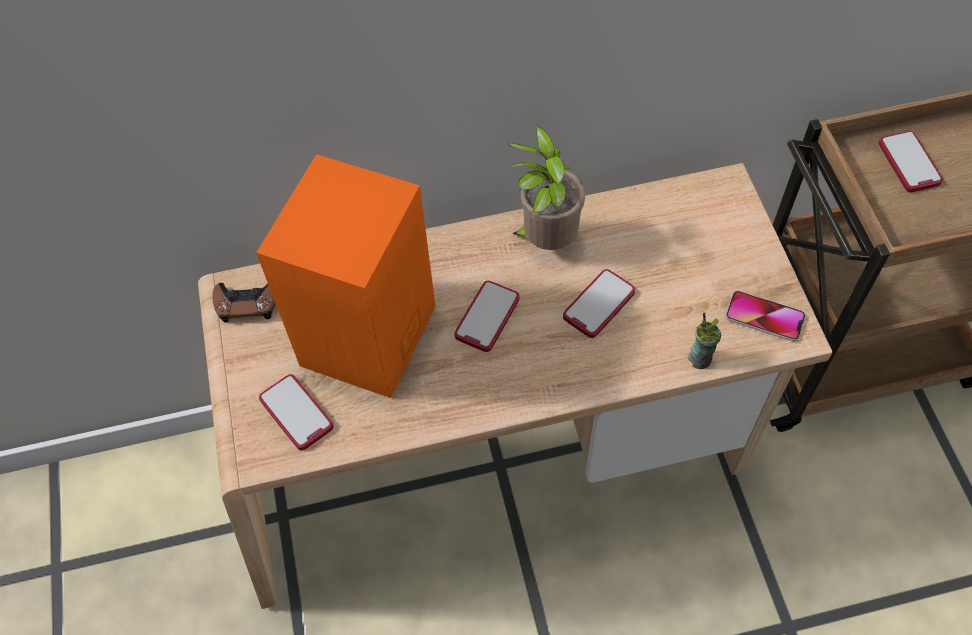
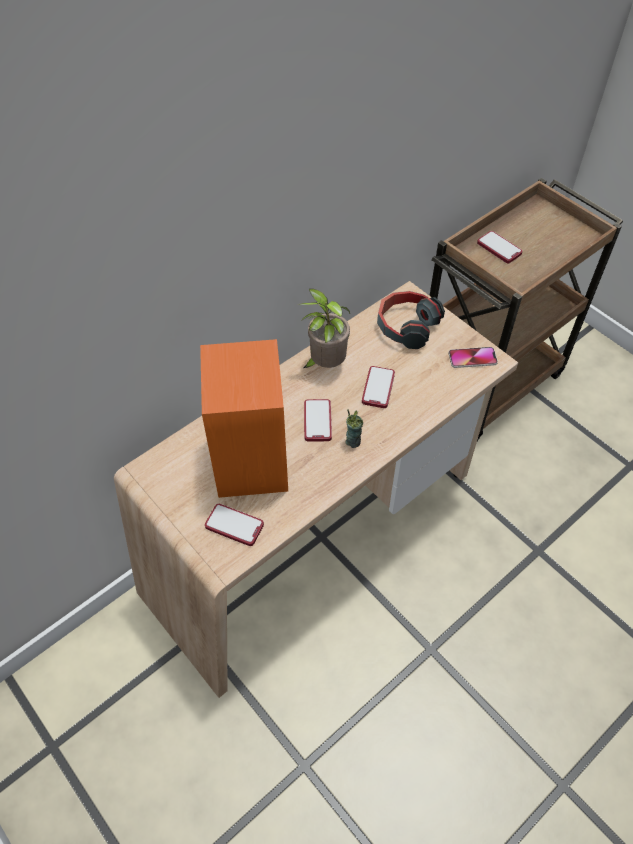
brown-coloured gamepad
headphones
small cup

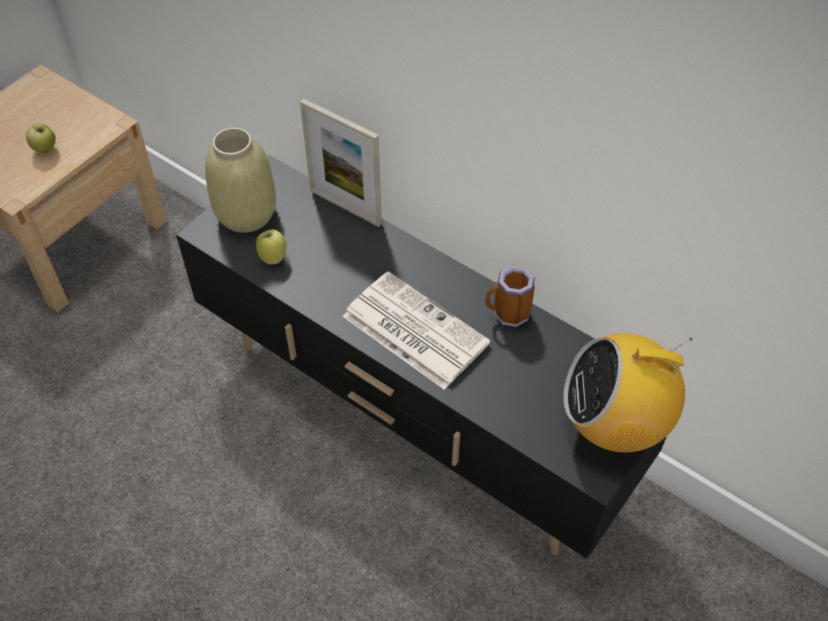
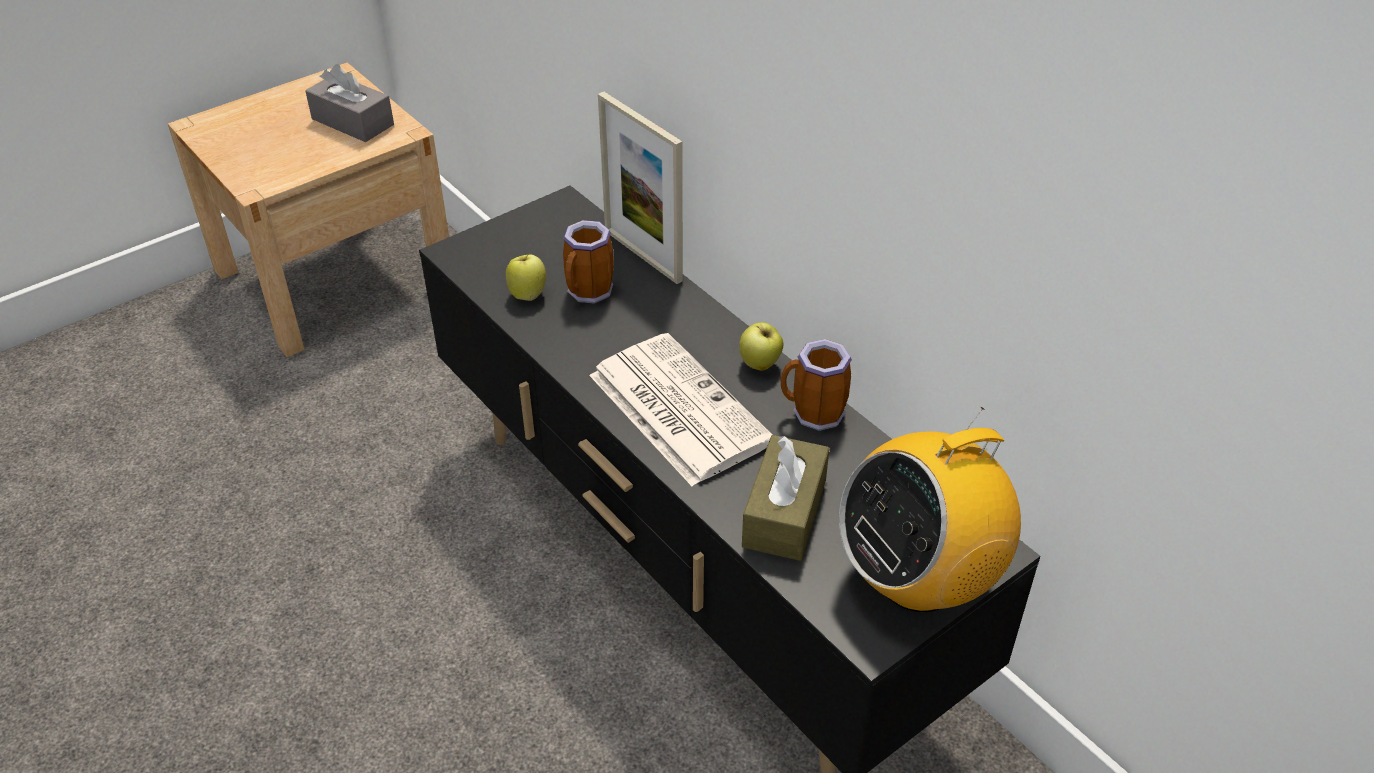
beige flower vase
gray tissue box
coffee mug (no. 1 from left)
brown-coloured tissue box
apple fruit (no. 2 from left)
radio set

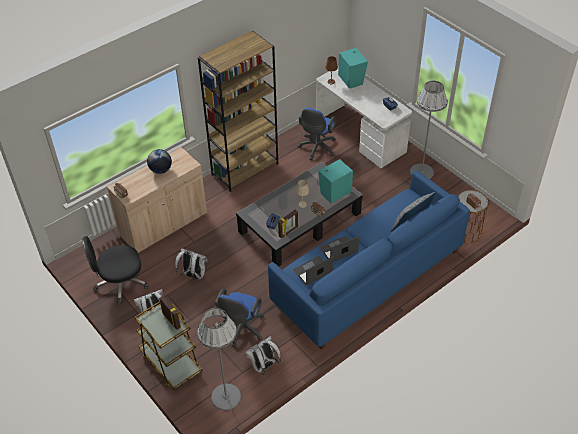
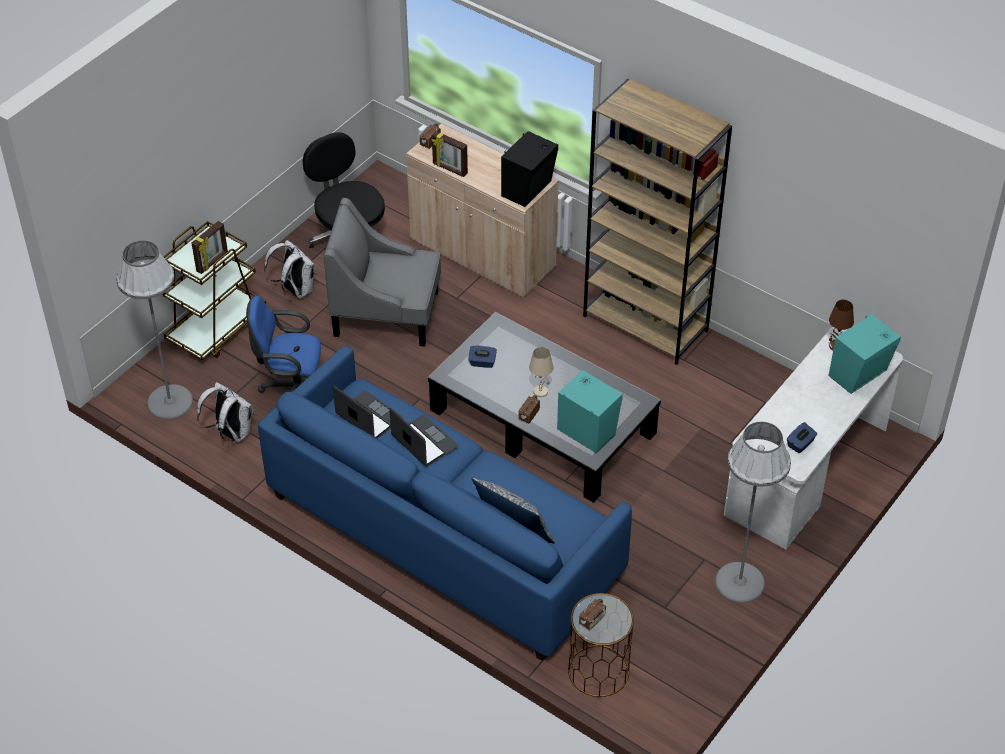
globe
bluish office chair (no. 2 from left in the first image)
blackish speaker
standing frame (no. 2 from left)
gray armchair

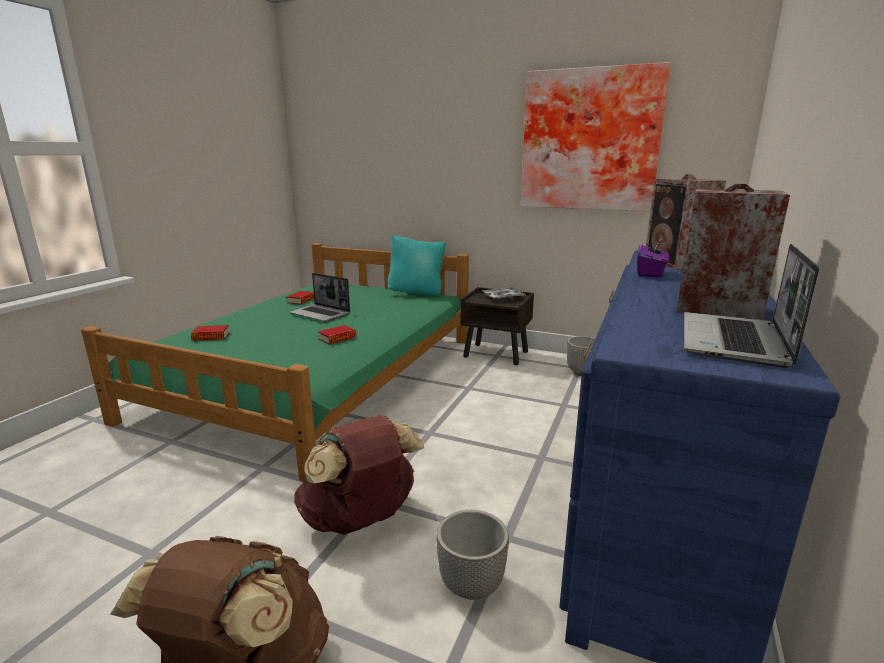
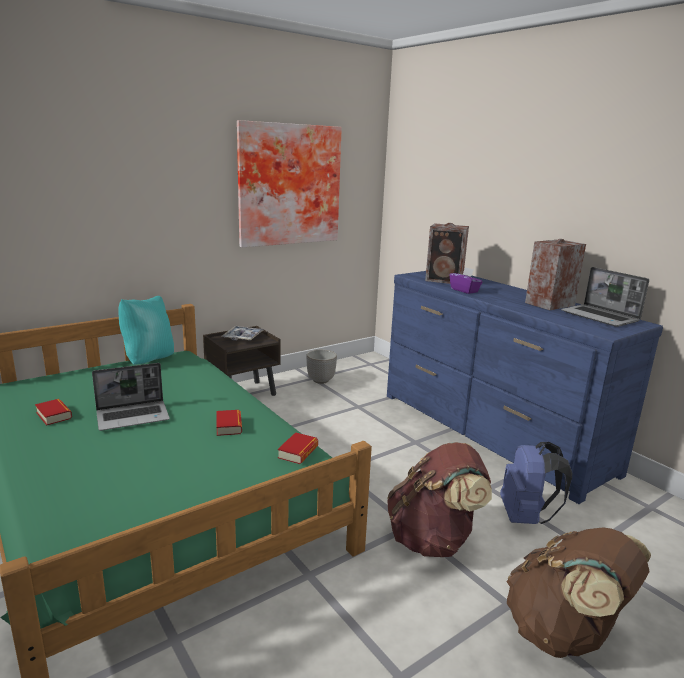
book (no. 3 from left)
bluish rucksack

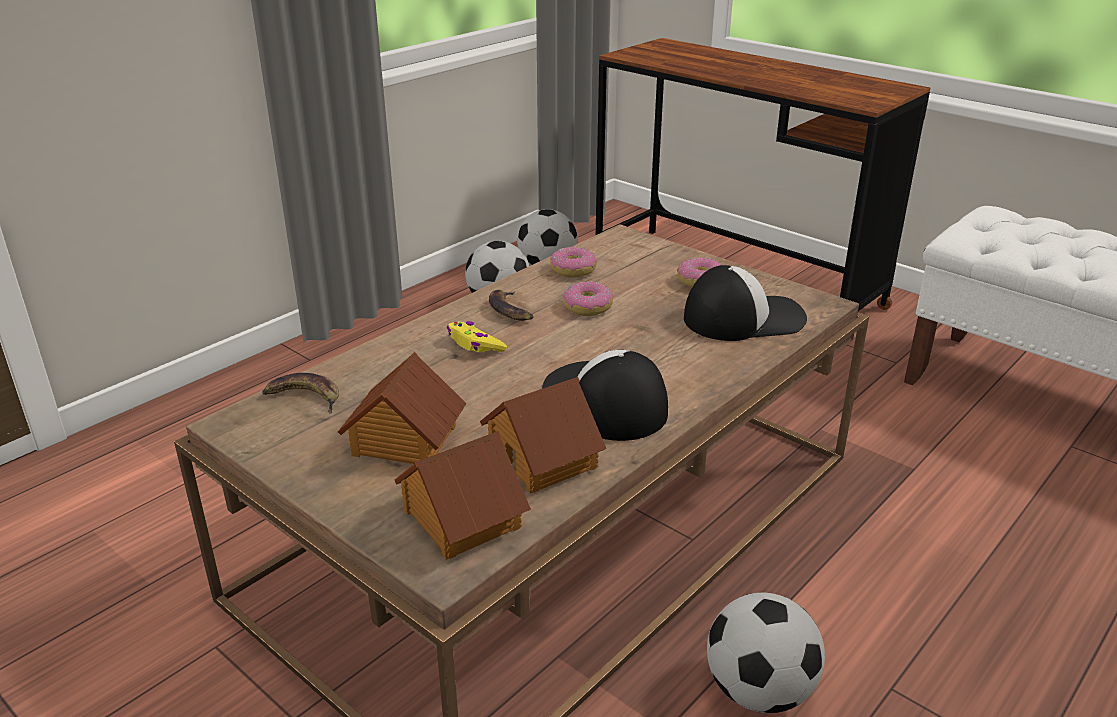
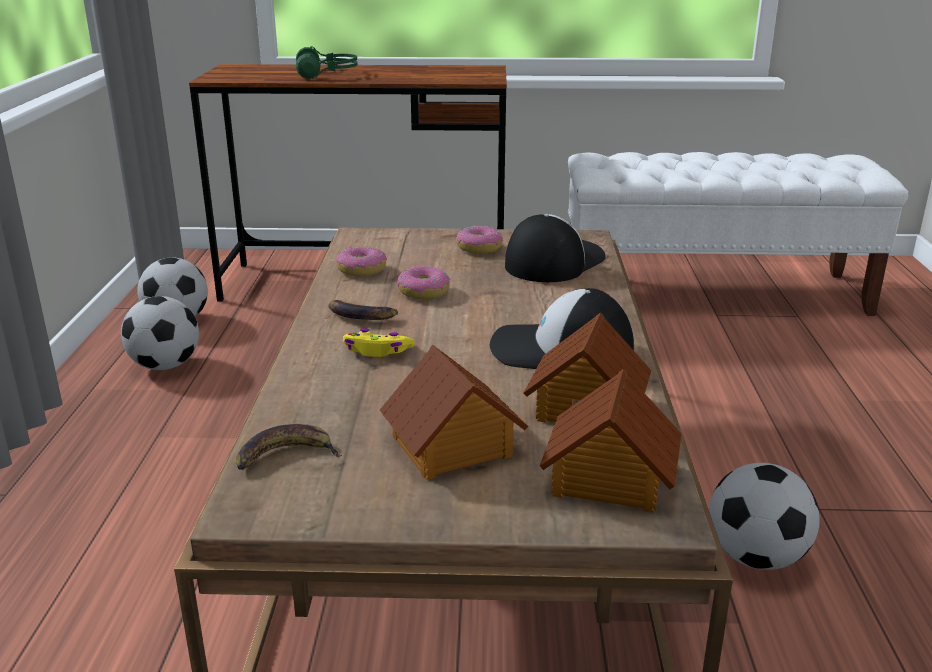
green headphones

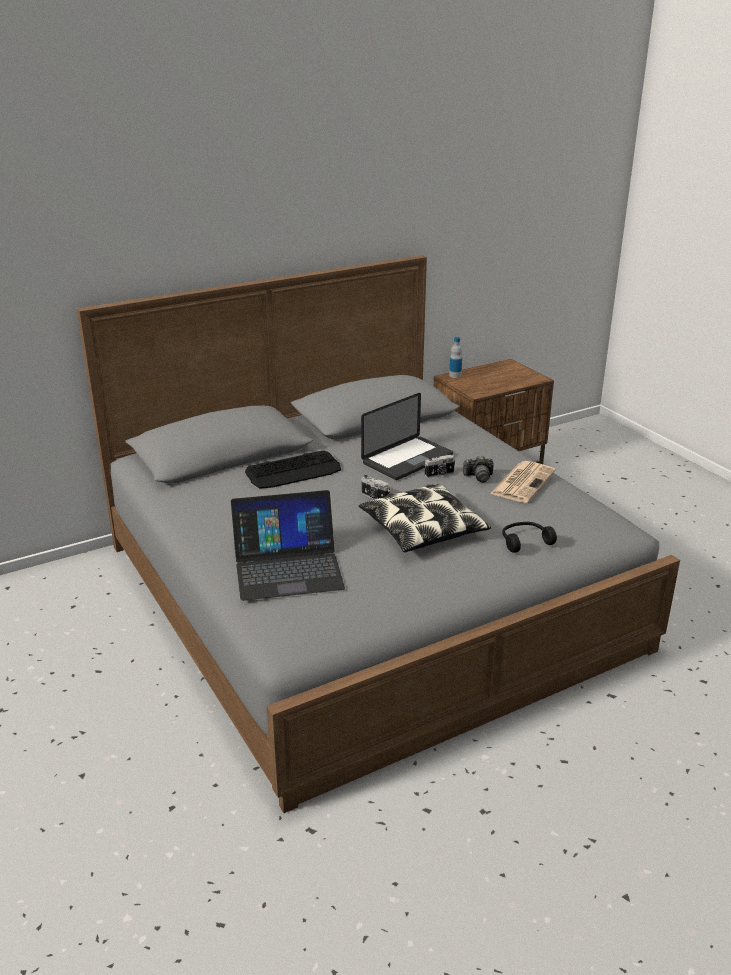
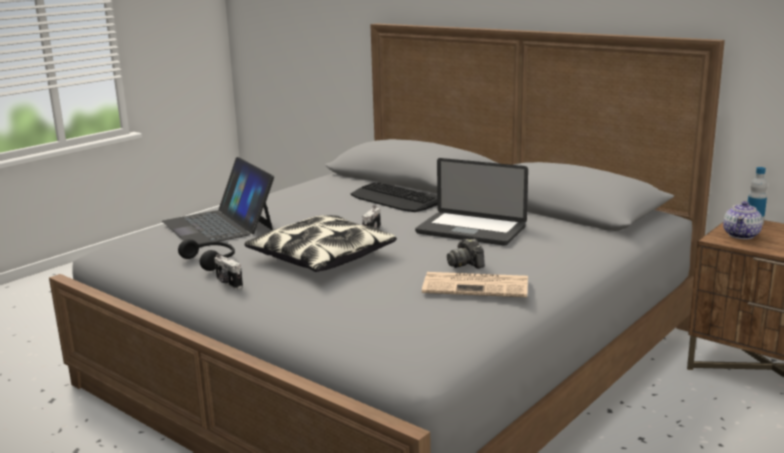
teapot
still camera (no. 1 from left)
blackish headphones

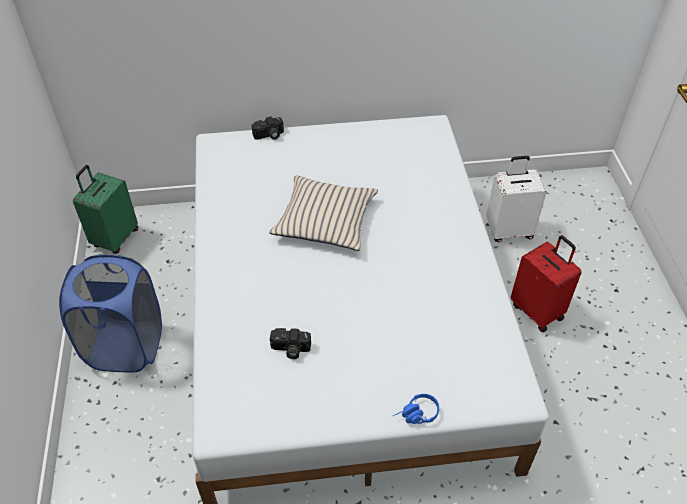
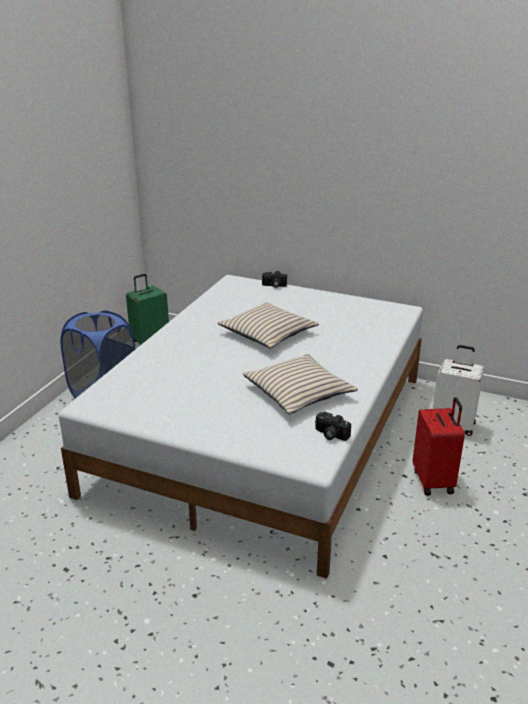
bluish headphones
beige throw pillow (no. 2 from left)
still camera (no. 2 from left)

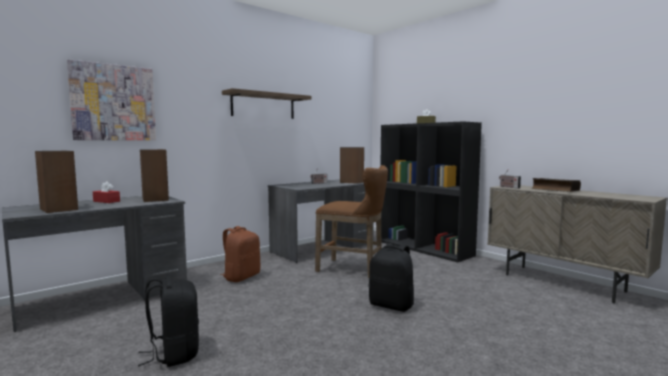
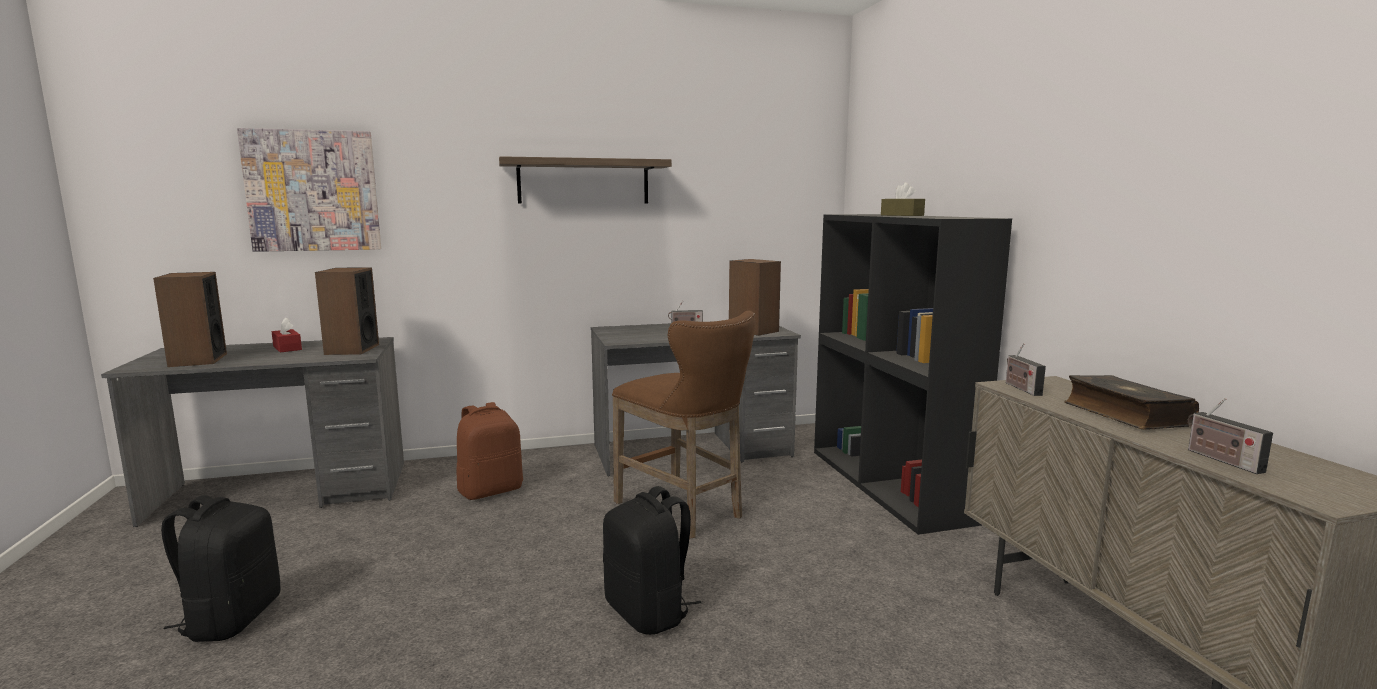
radio set (no. 3 from left)

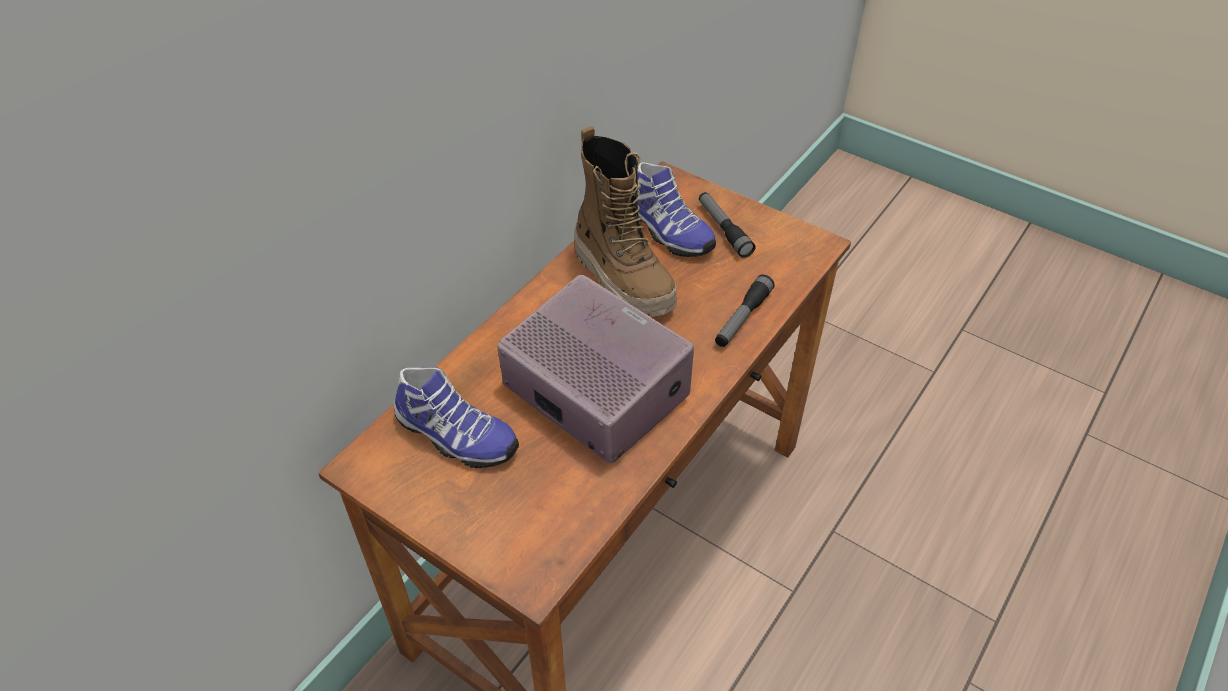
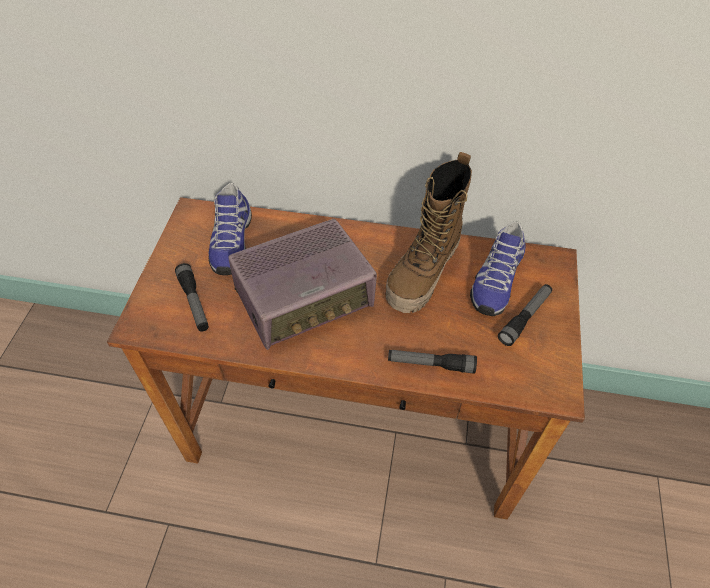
flashlight (no. 1 from left)
radio set

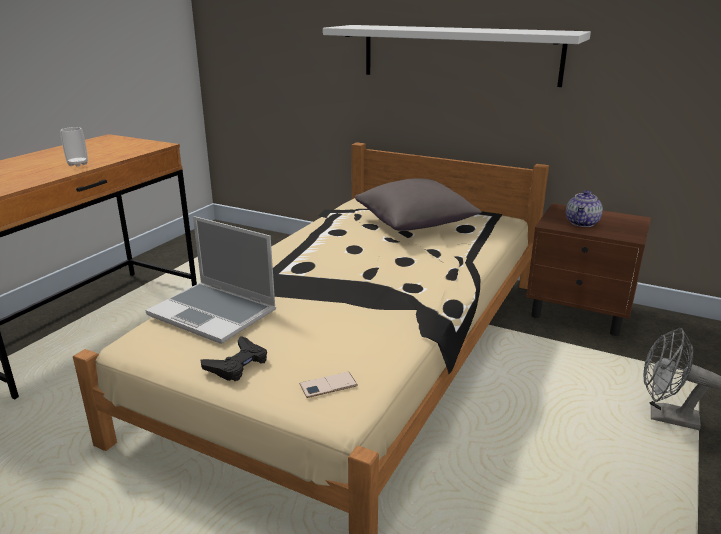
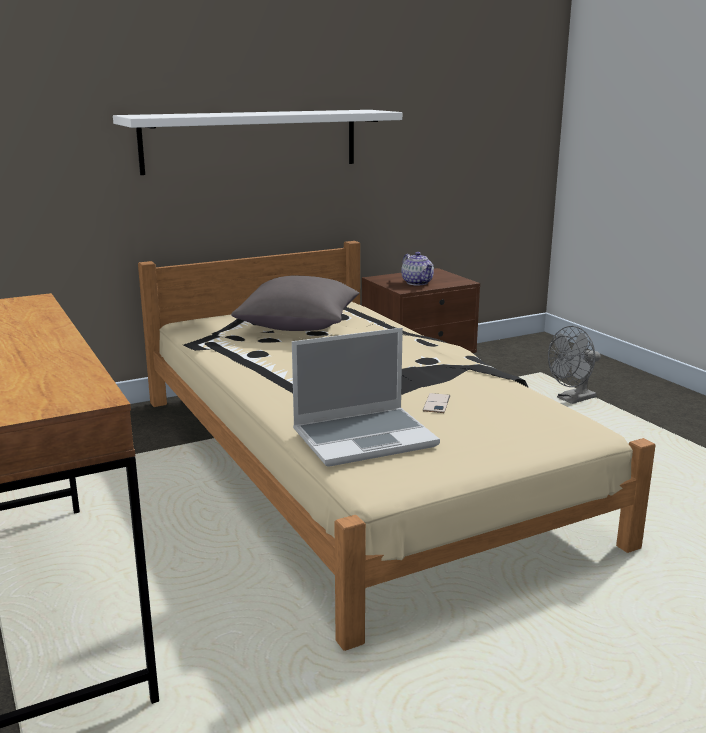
small cup
blackish gamepad
telephone

